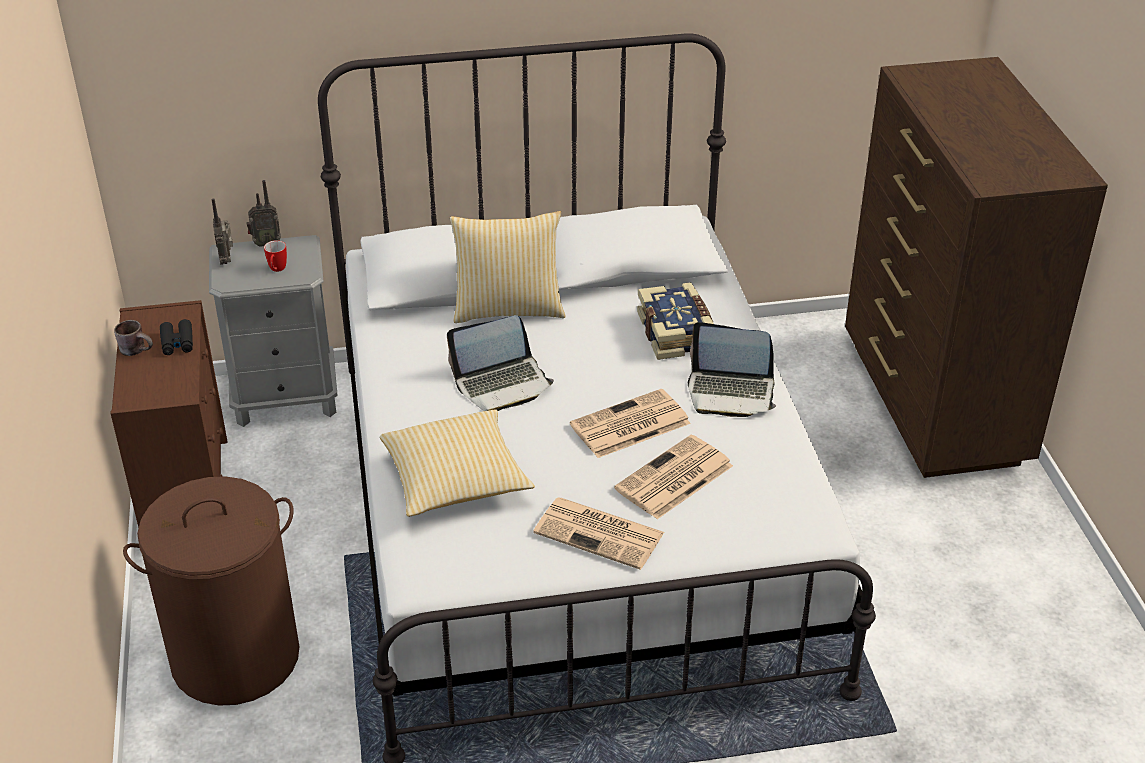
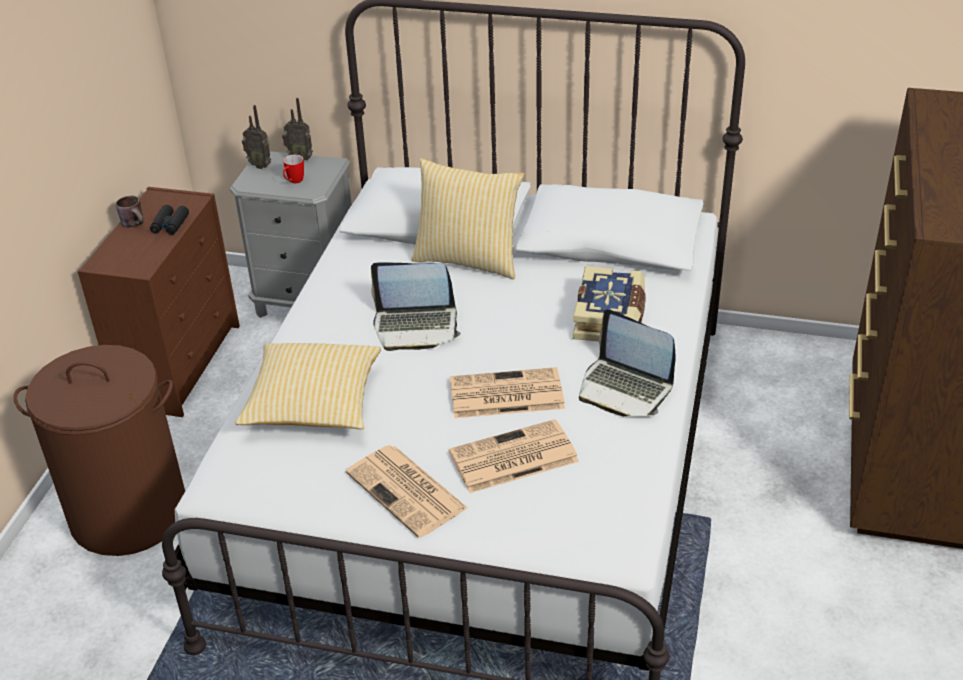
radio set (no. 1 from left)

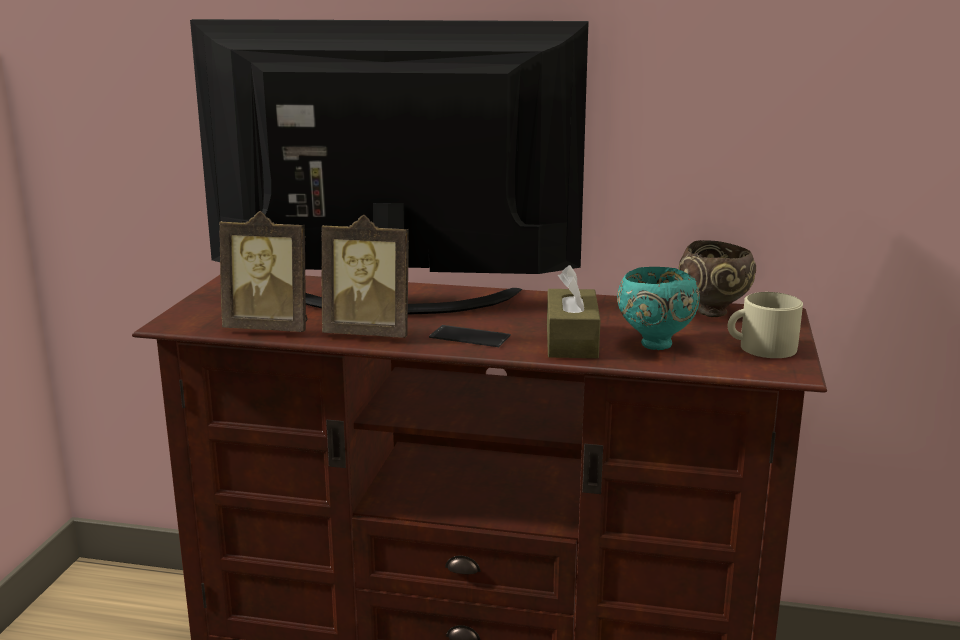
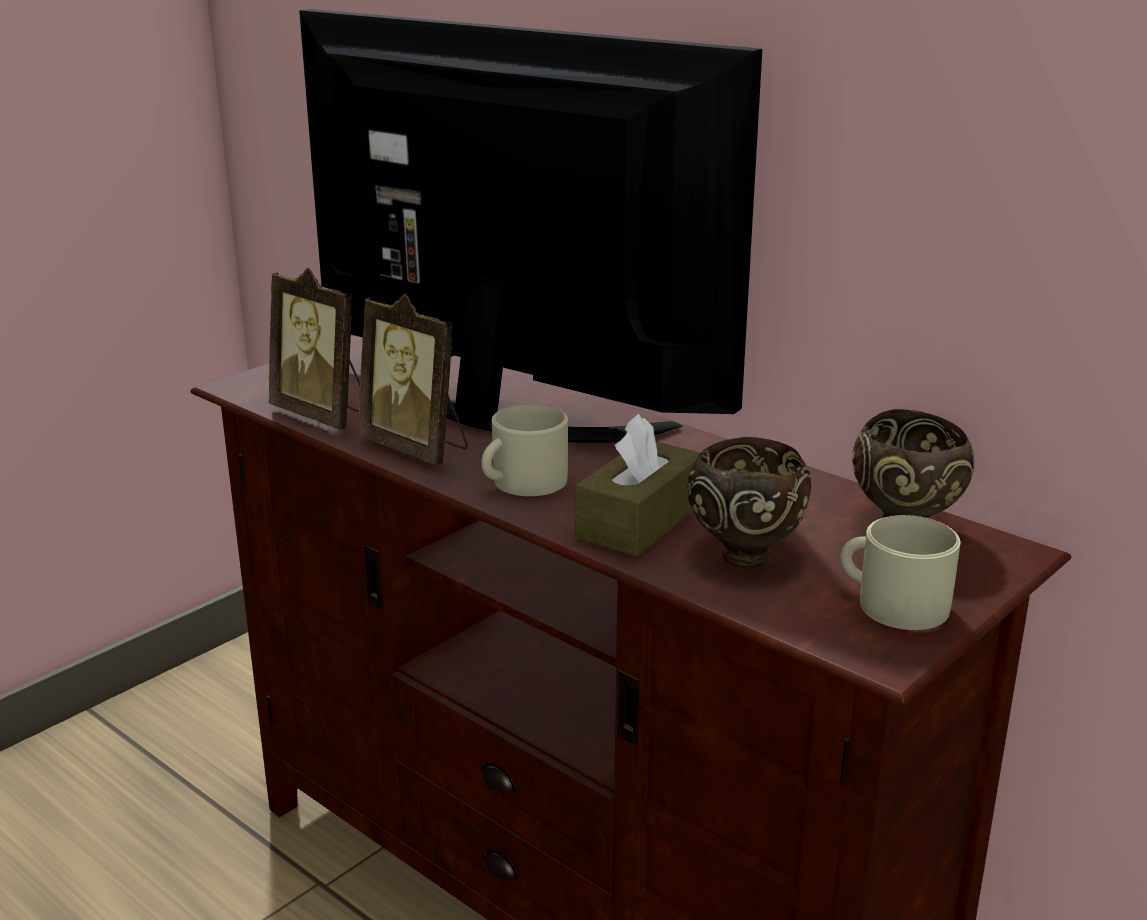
beige coffee mug (no. 1 from left)
brown-coloured serving bowl (no. 1 from left)

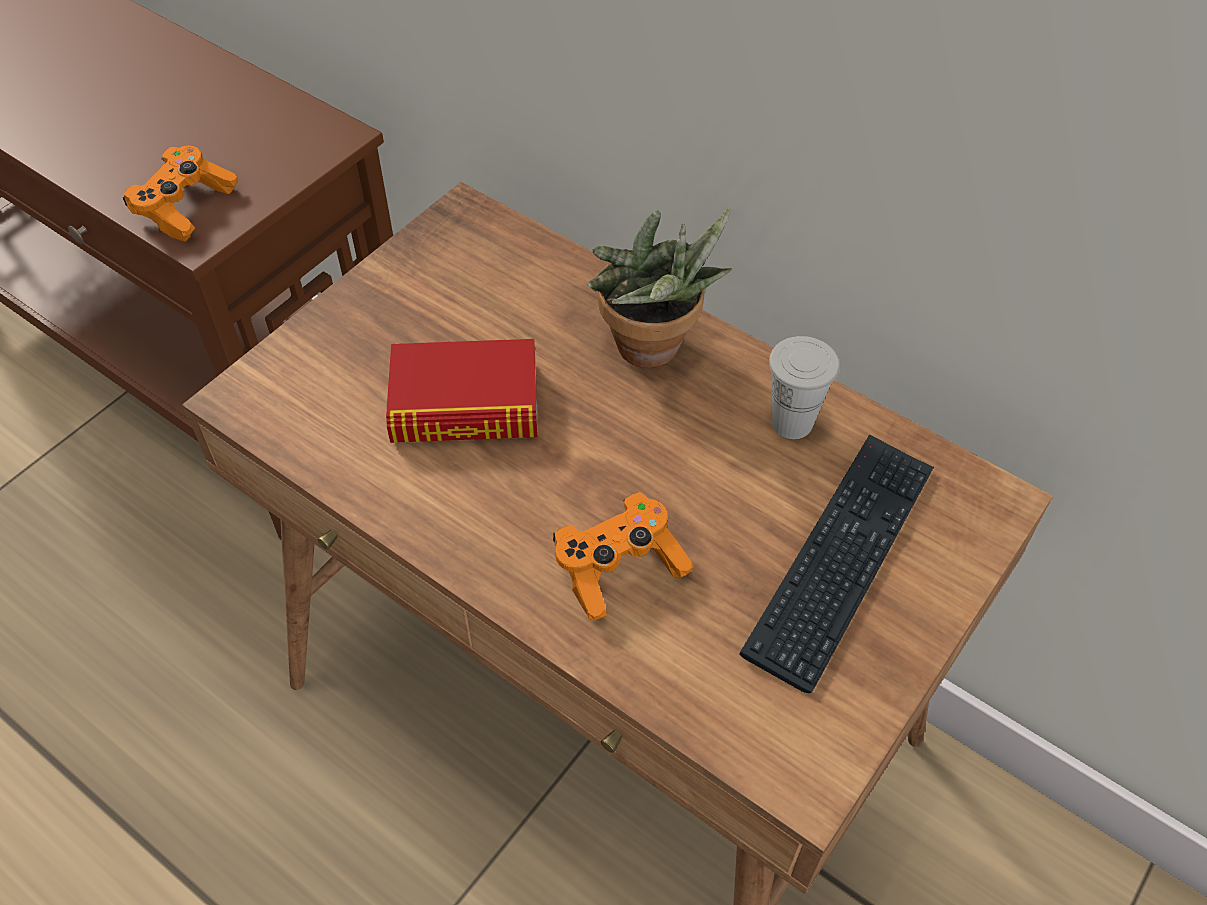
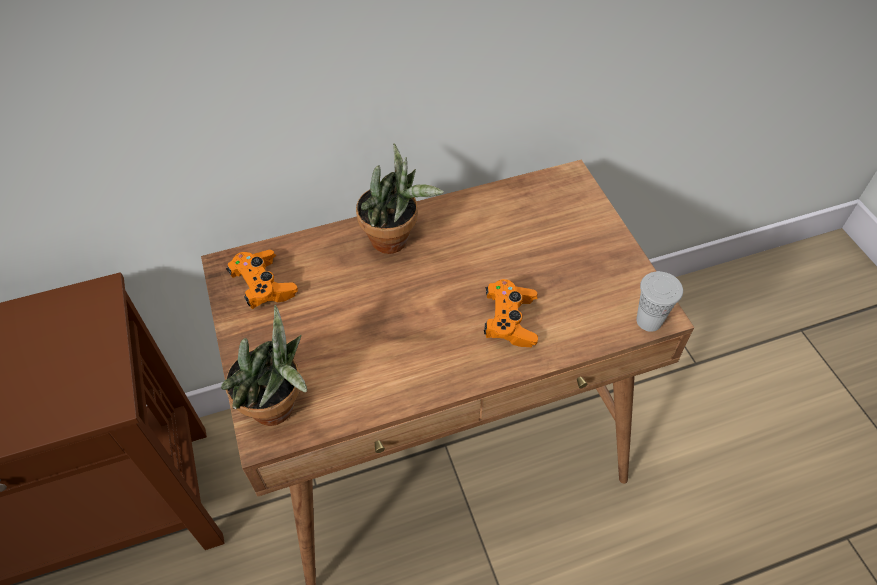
book
computer keyboard
potted plant (no. 1 from left)
orange-coloured gamepad (no. 1 from left)
white-coloured small cup

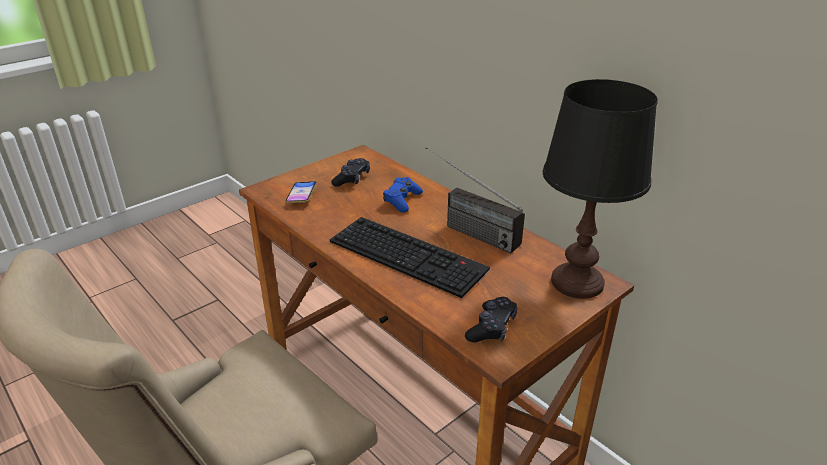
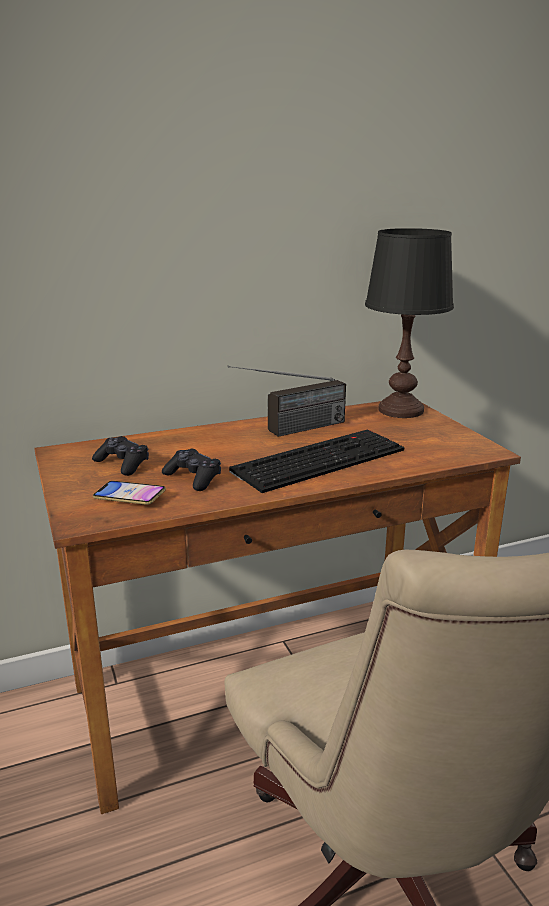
bluish gamepad
blackish gamepad (no. 2 from left)

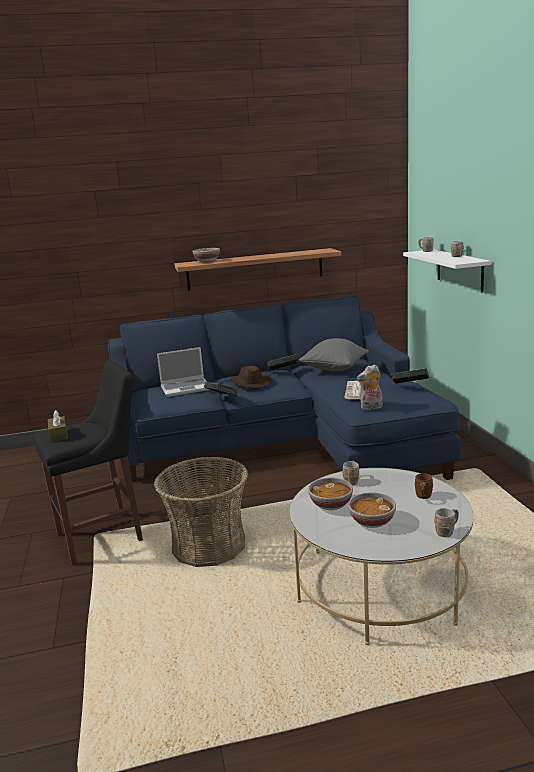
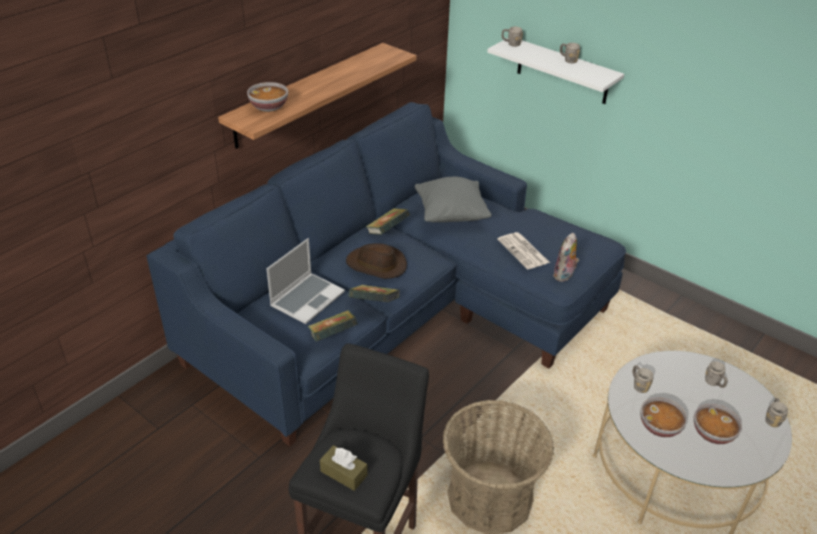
book (no. 1 from left)
gray coffee mug (no. 4 from left)

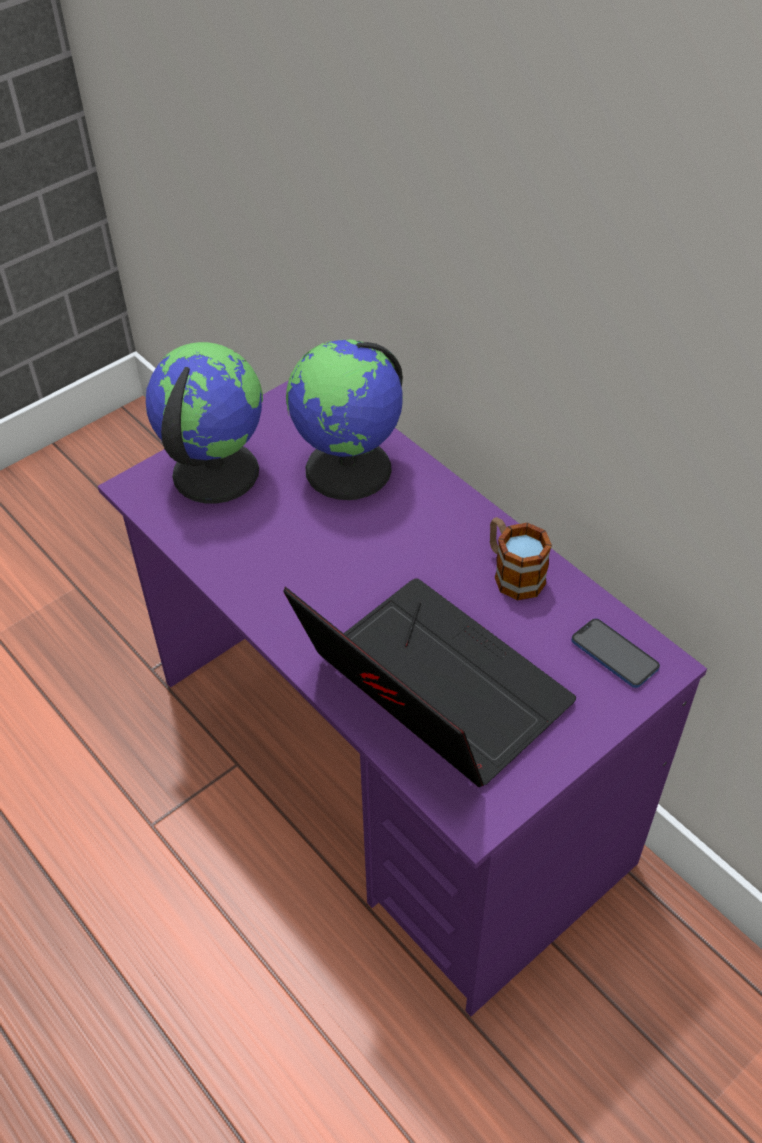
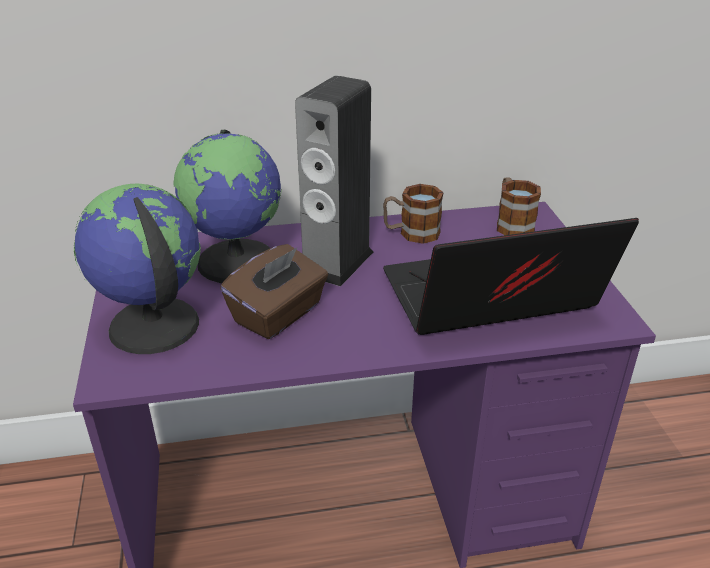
brown-coloured tissue box
speaker
coffee mug (no. 2 from left)

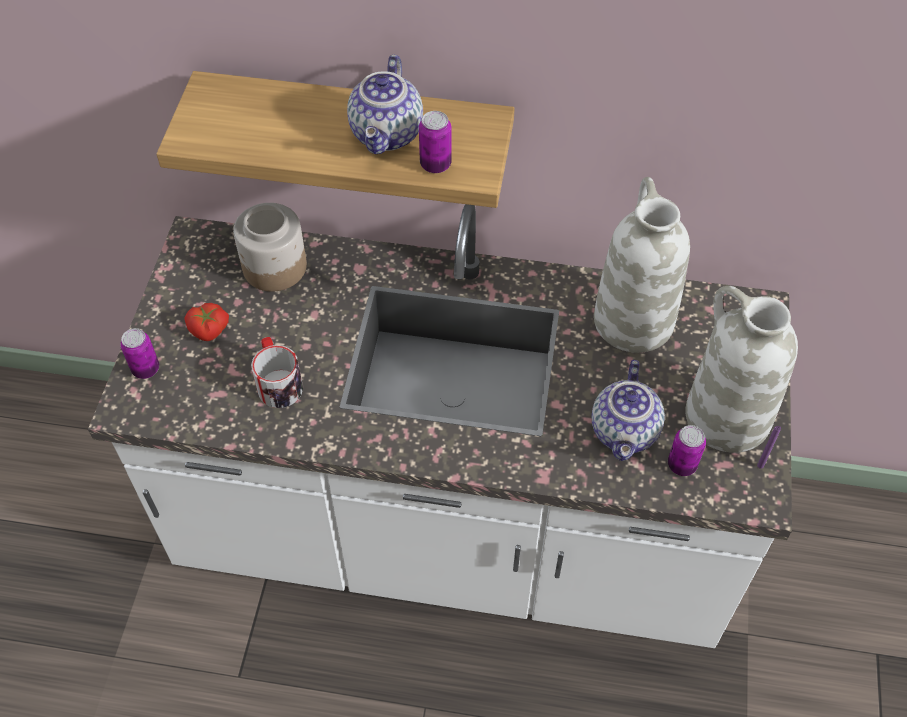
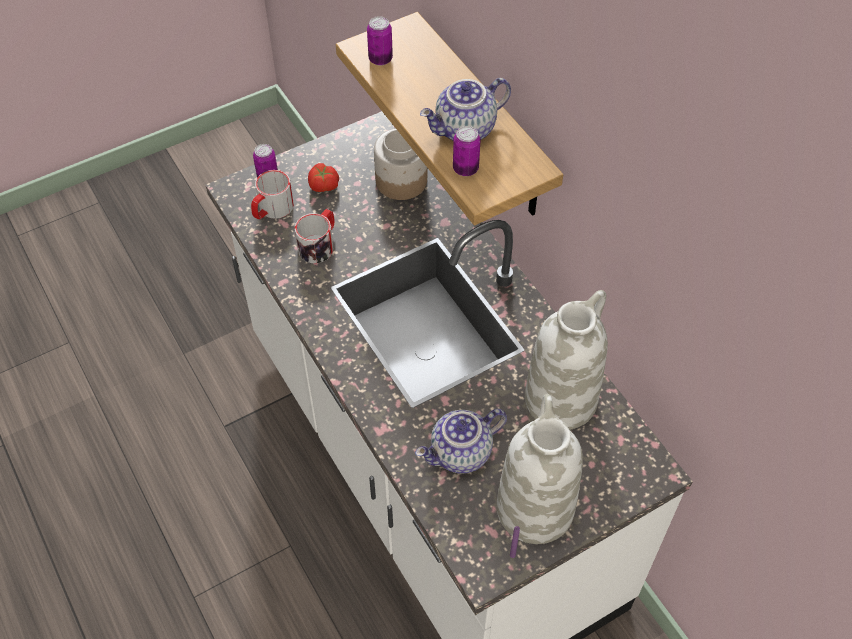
coffee mug (no. 1 from left)
metal can (no. 2 from left)

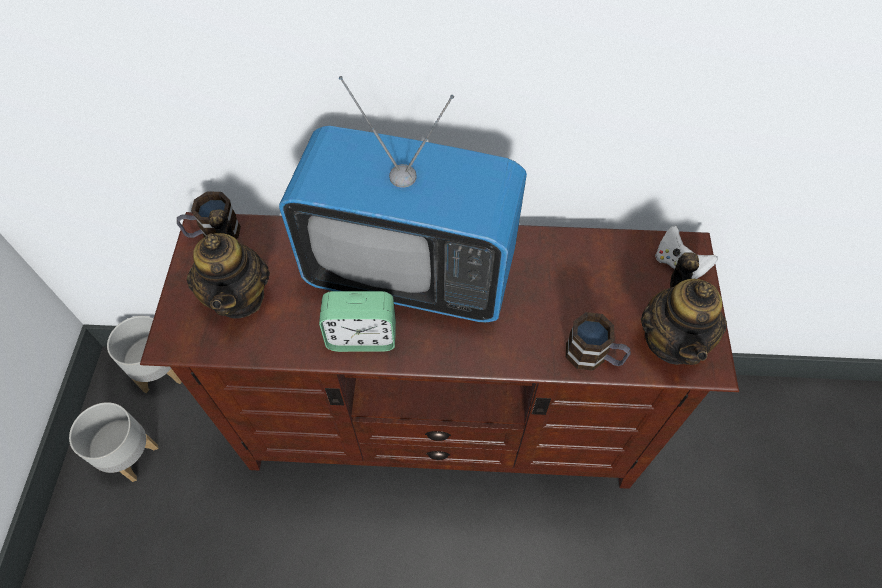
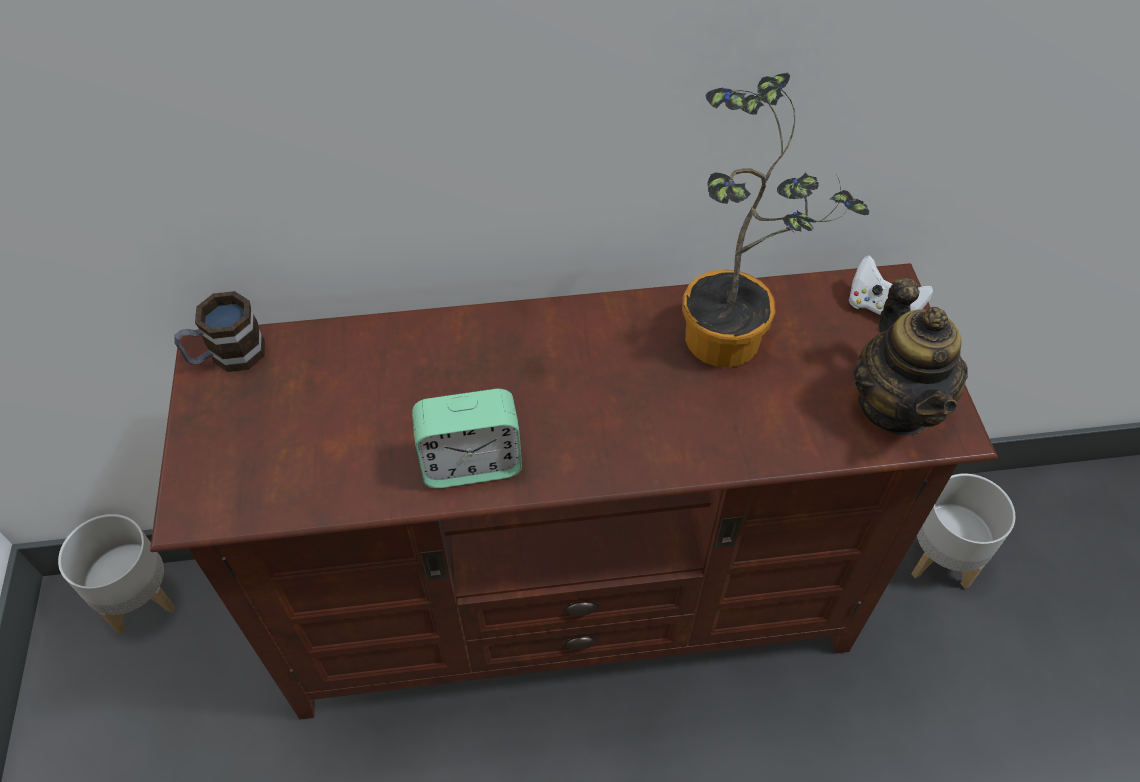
teapot (no. 1 from left in the first image)
television
coffee mug (no. 2 from left in the first image)
potted plant
gray planter (no. 2 from left)

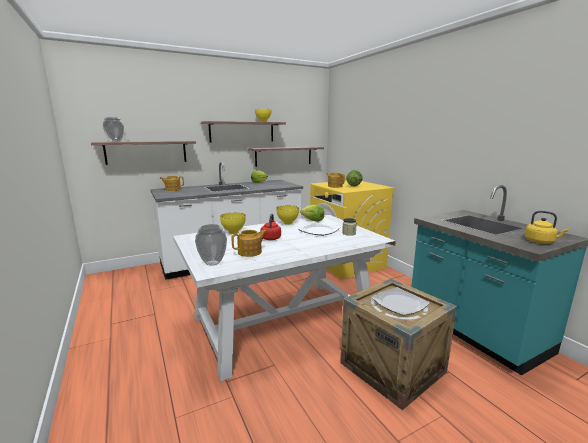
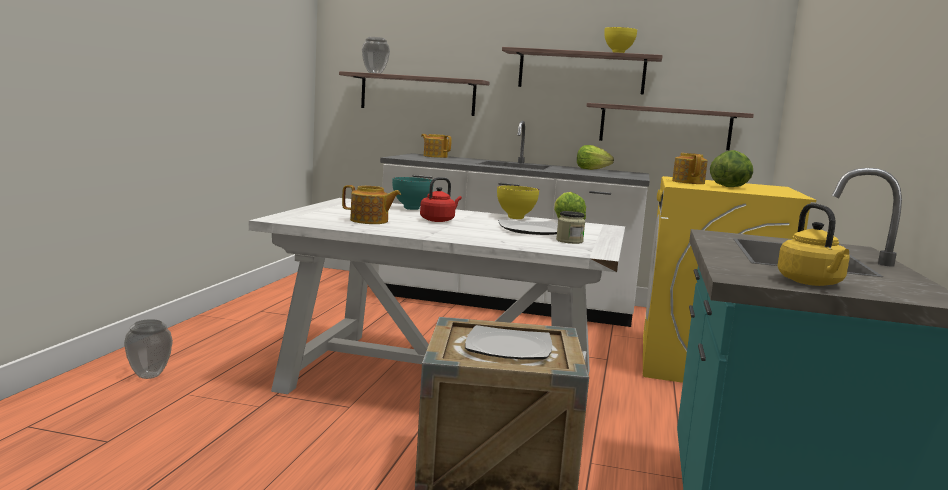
flower vase (no. 1 from left)
blue-green serving bowl

